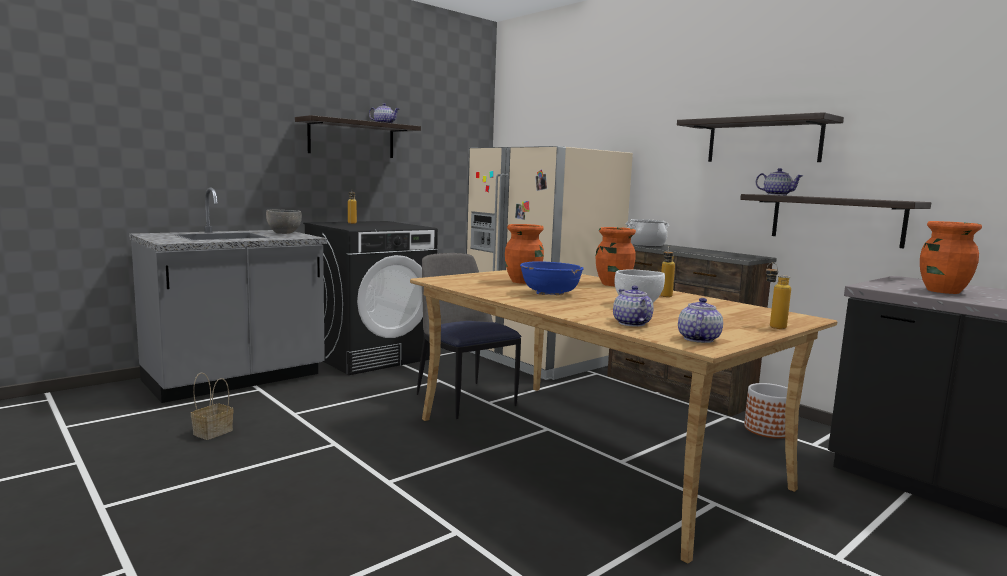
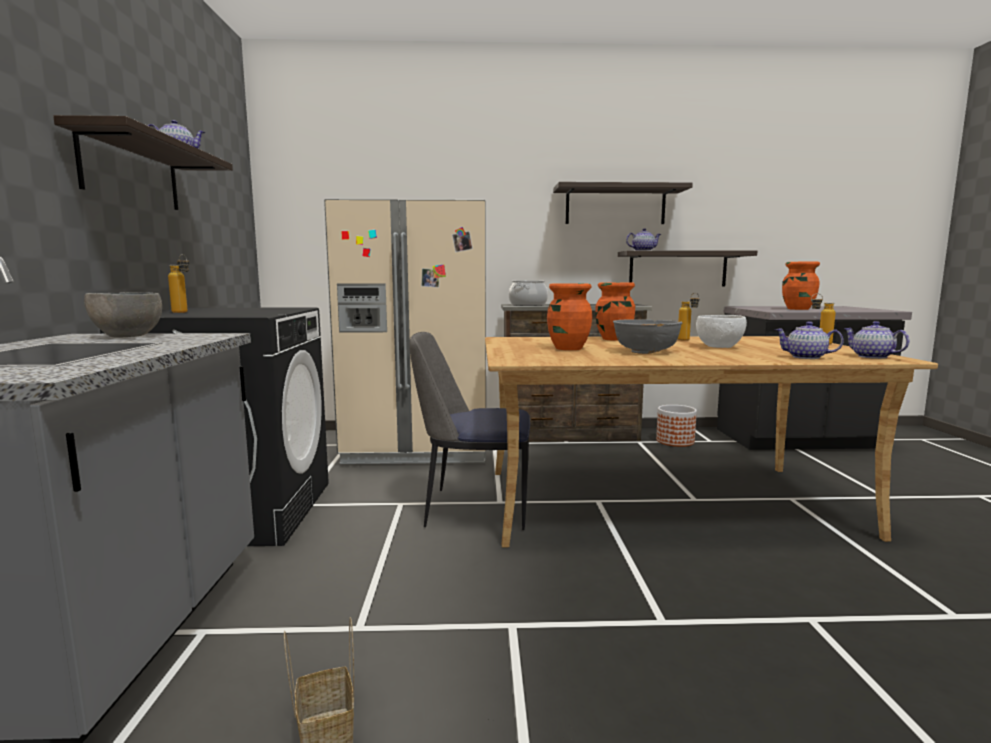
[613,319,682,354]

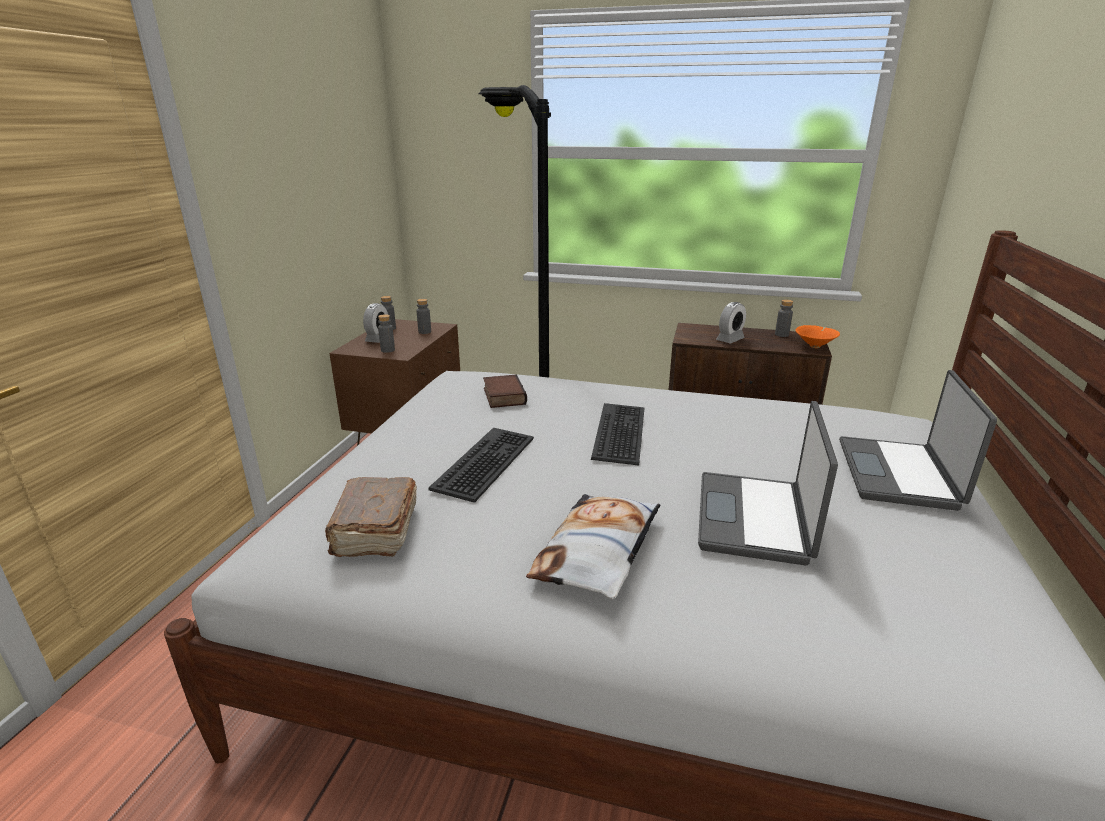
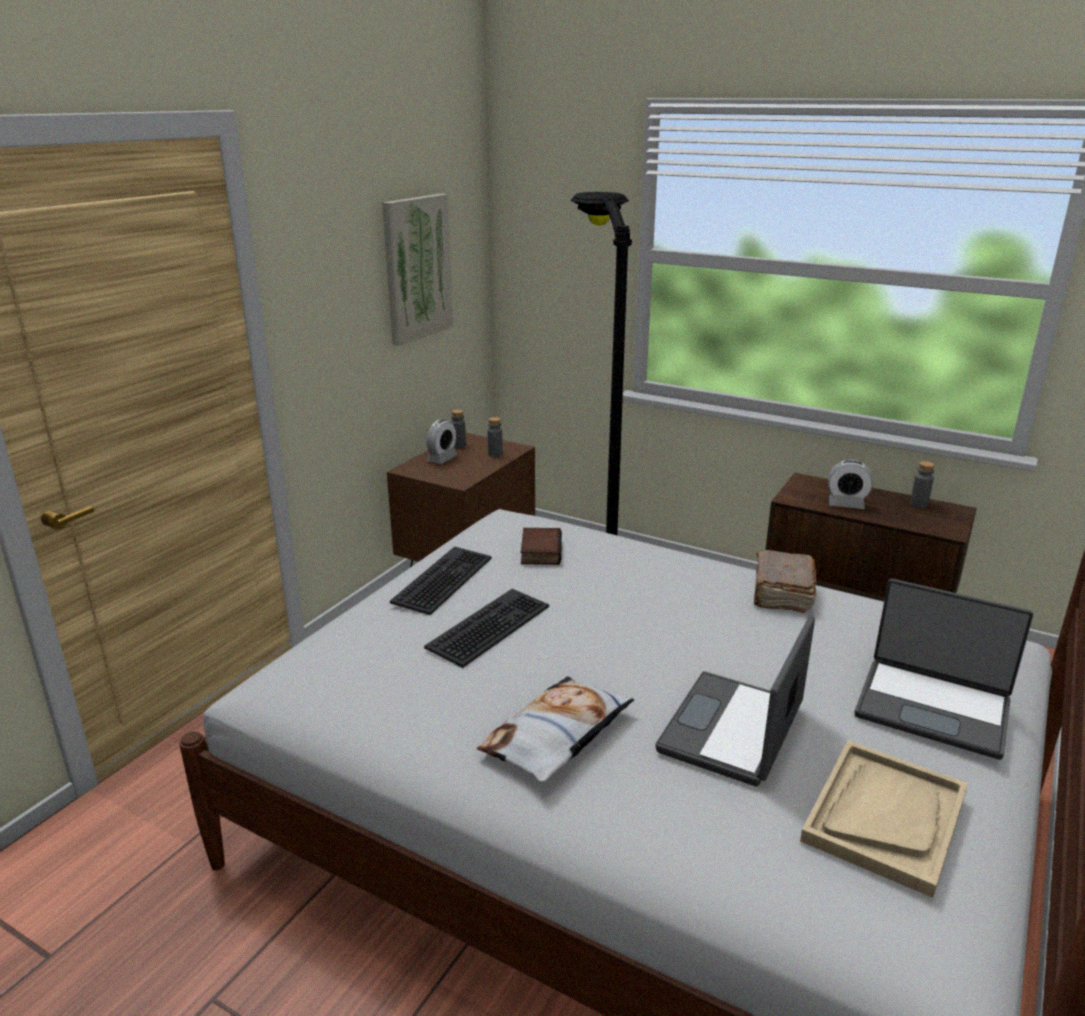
[378,314,395,353] (first image)
[796,325,840,348] (first image)
[382,194,453,346]
[800,740,968,898]
[754,550,817,613]
[390,546,492,615]
[828,460,873,509]
[854,579,1033,760]

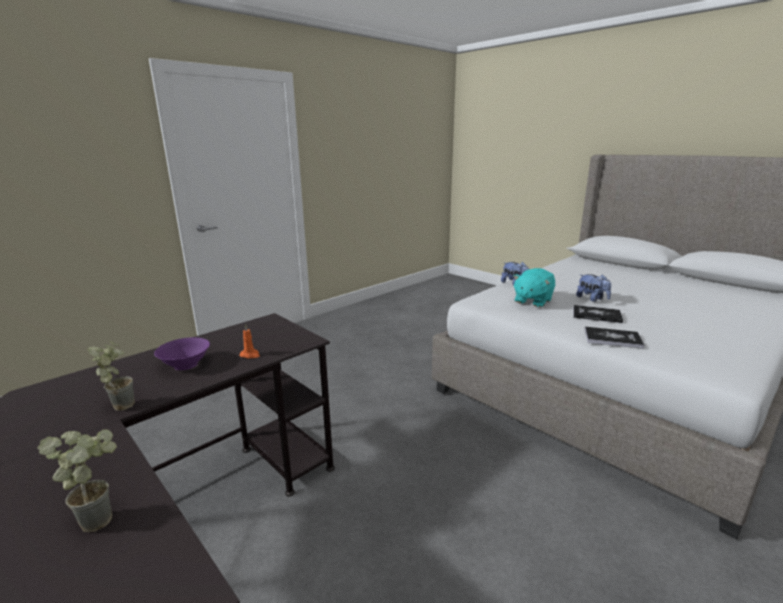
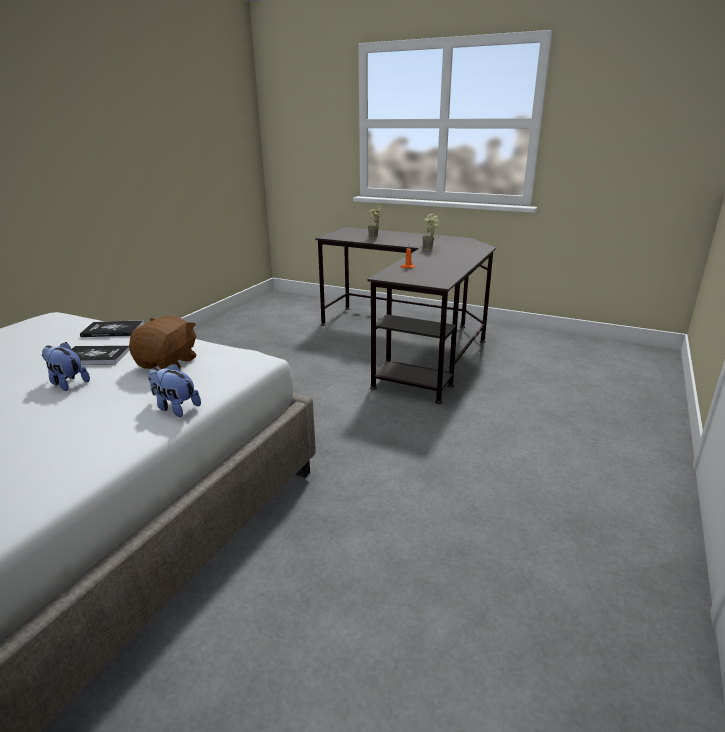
[154,337,210,370] (first image)
[129,316,196,369]

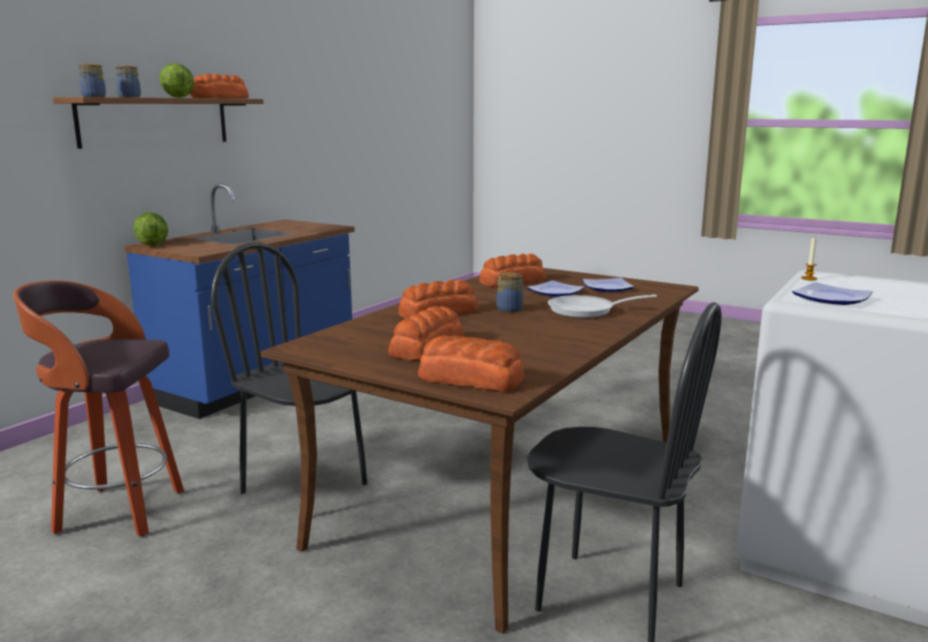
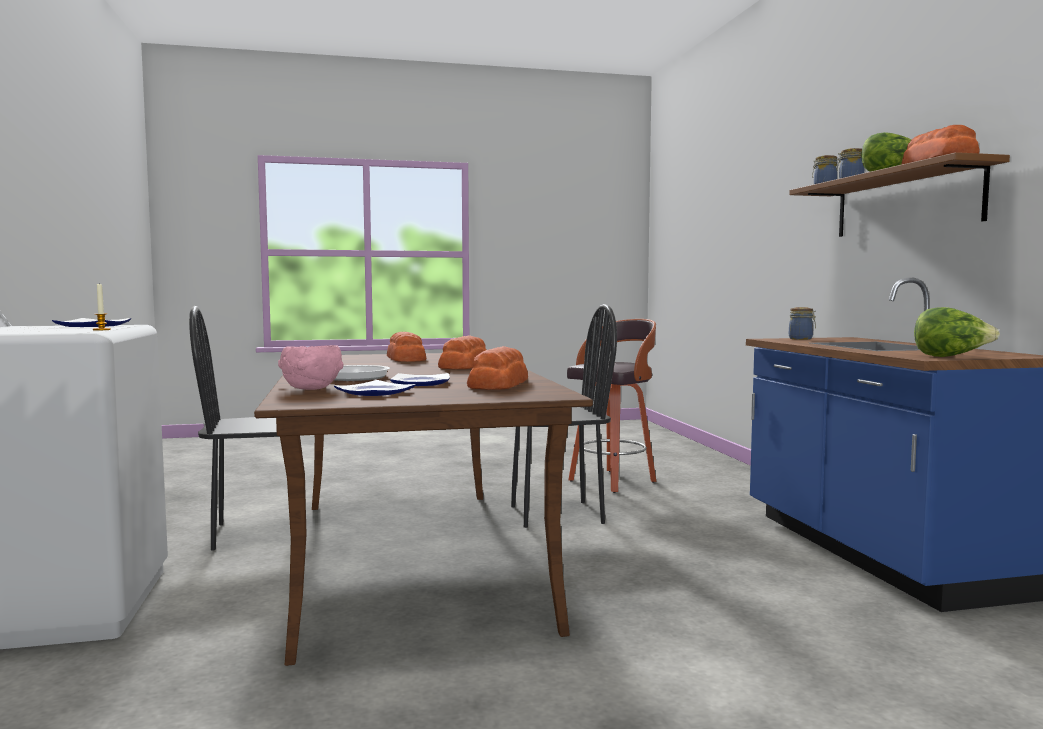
[418,336,524,391] (first image)
[278,345,344,390]
[914,307,1000,357]
[789,307,816,340]

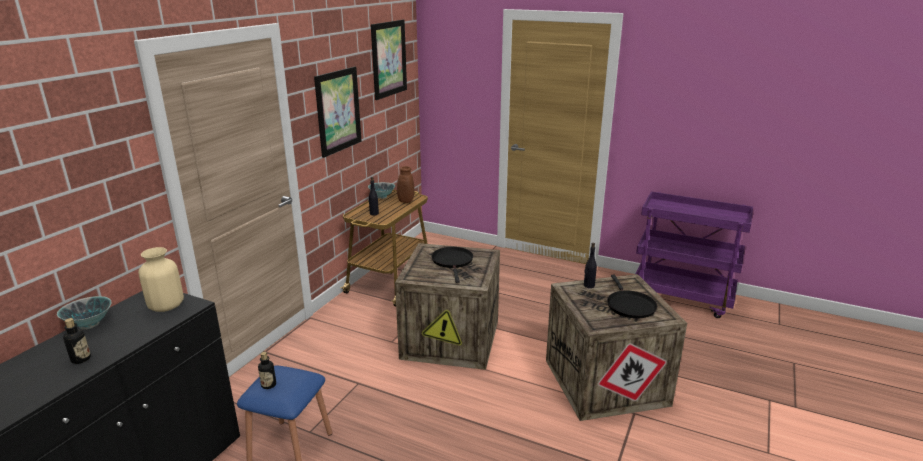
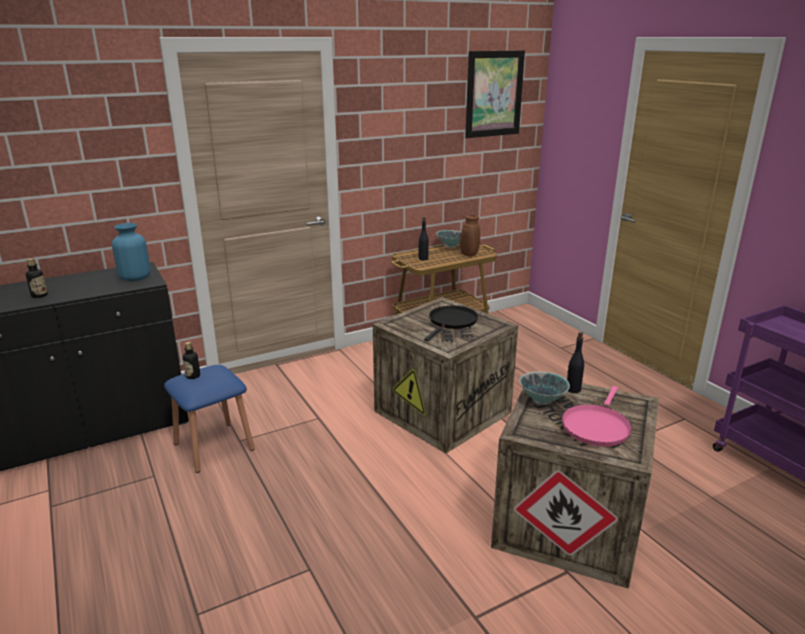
[314,67,361,158] (first image)
[520,371,570,405]
[112,223,151,281]
[562,386,632,446]

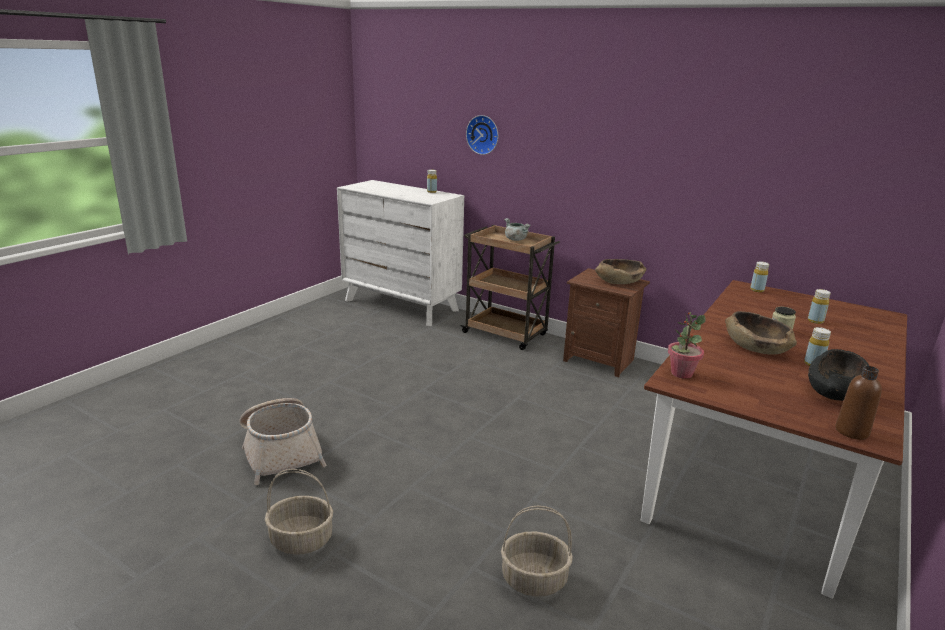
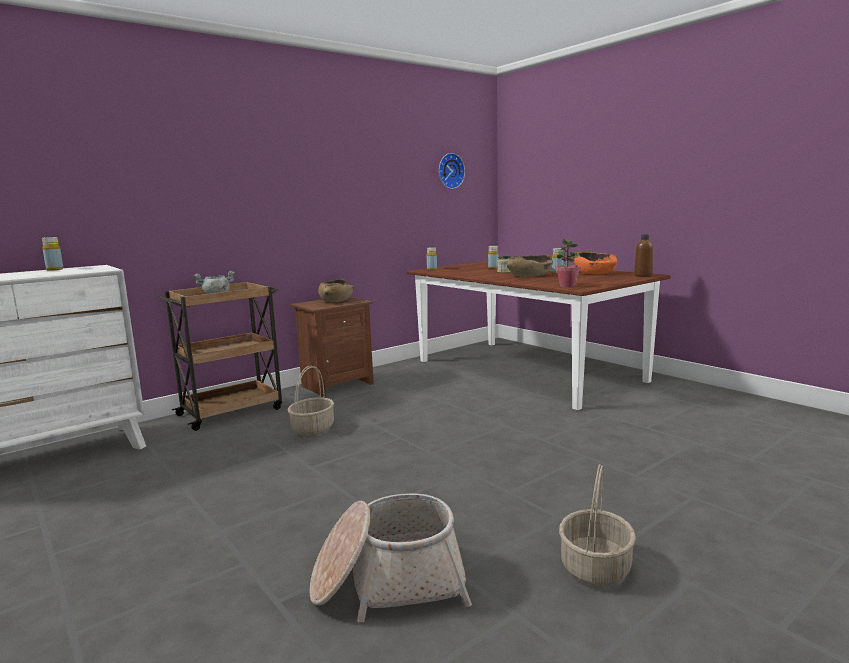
[439,153,465,189]
[288,366,334,436]
[574,252,617,274]

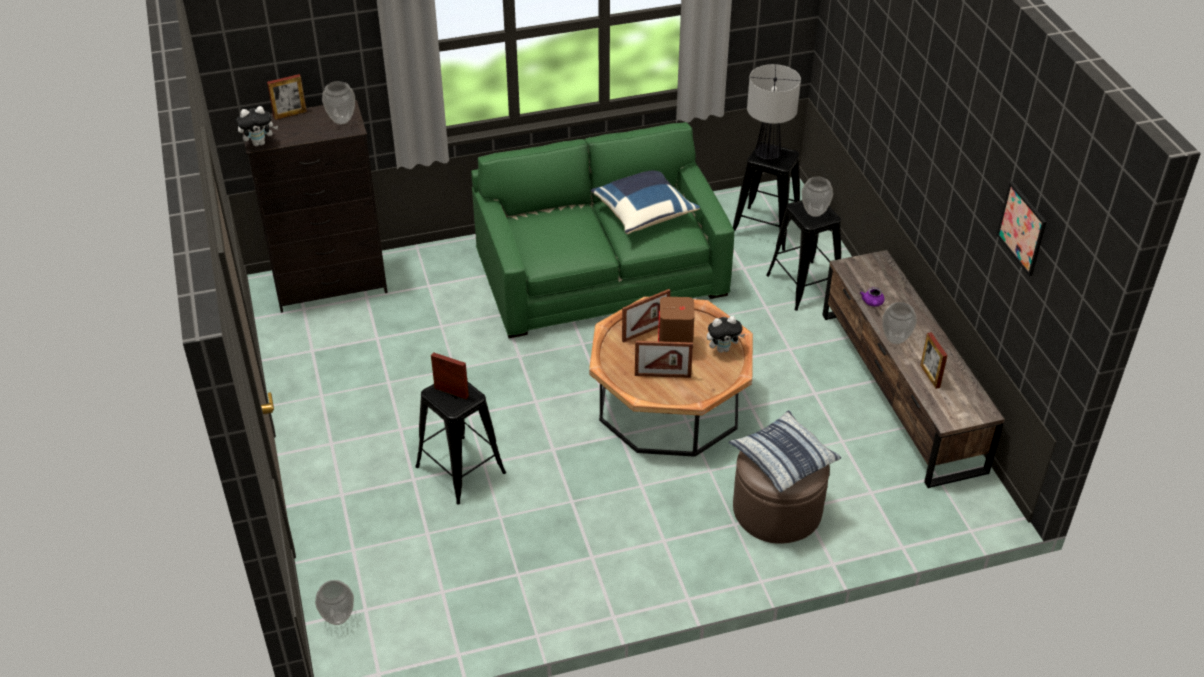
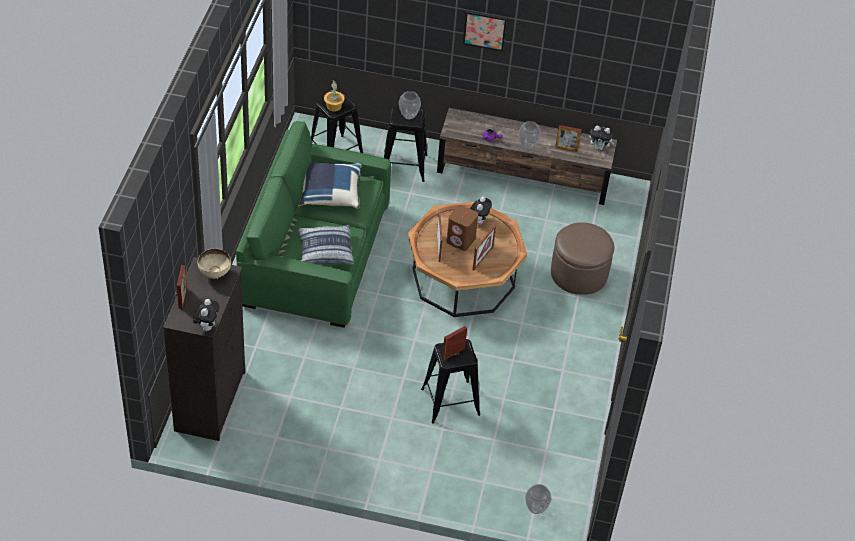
[589,126,615,150]
[297,225,354,264]
[463,11,507,51]
[198,248,231,279]
[324,80,345,112]

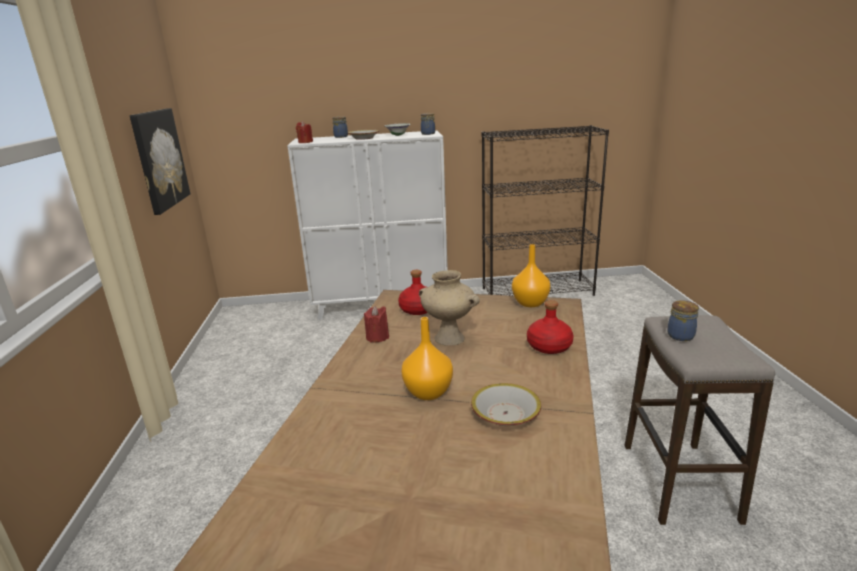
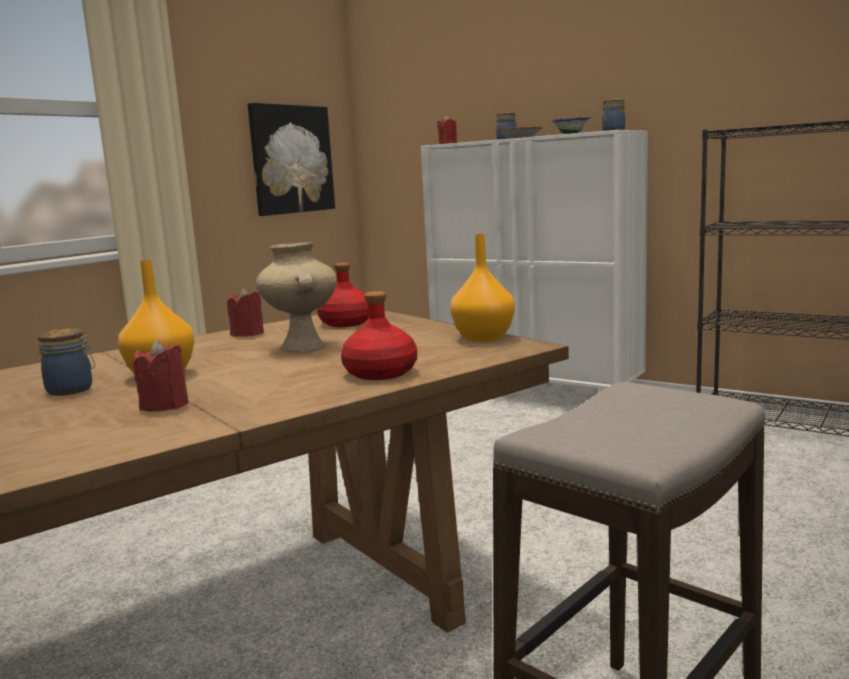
[38,329,95,396]
[133,340,188,412]

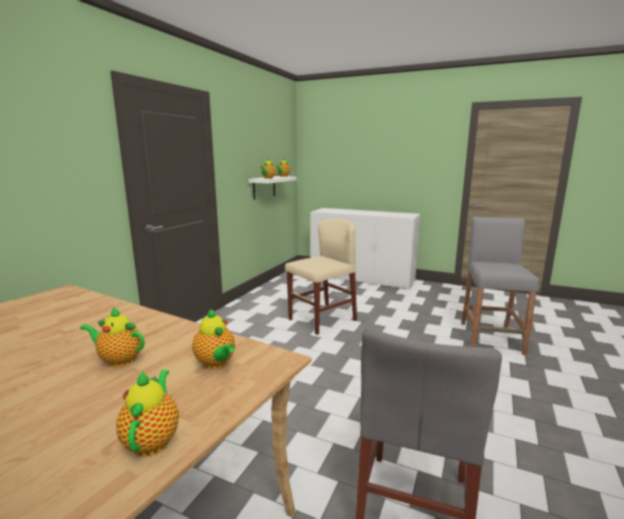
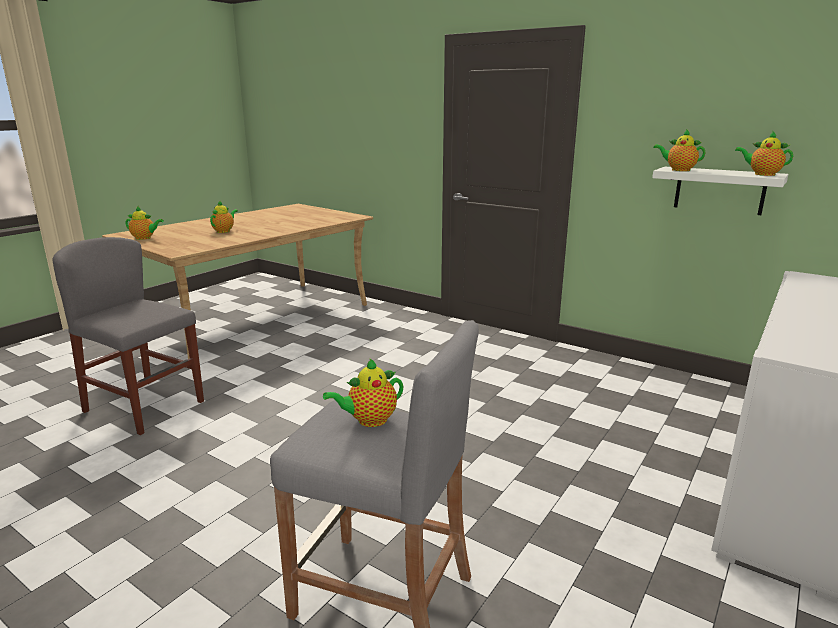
[285,219,357,335] (first image)
[323,358,403,427]

